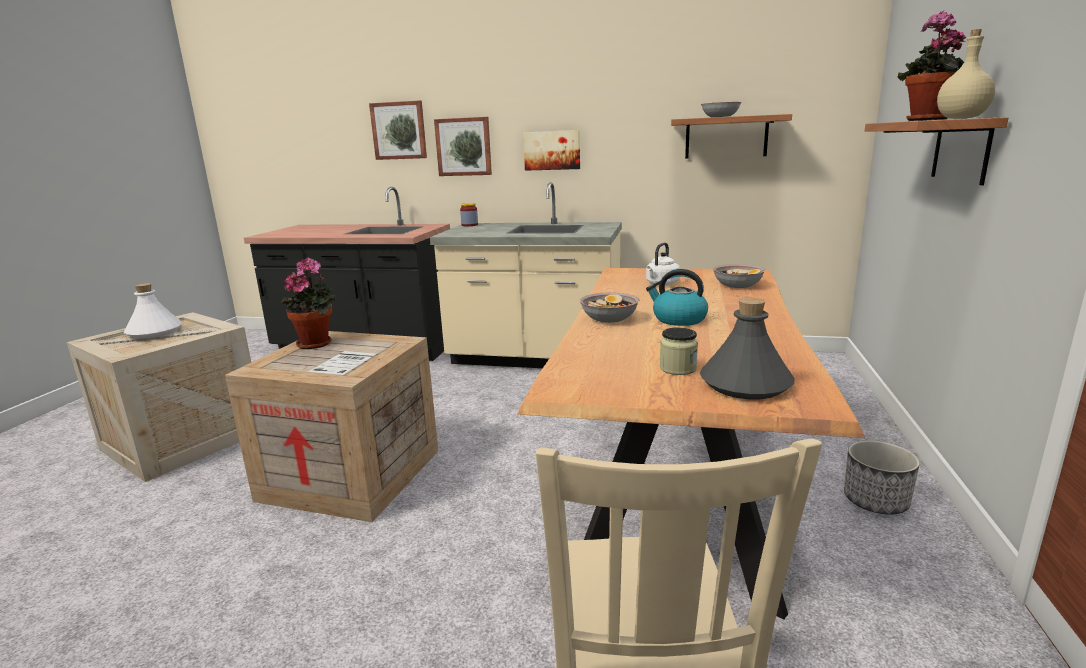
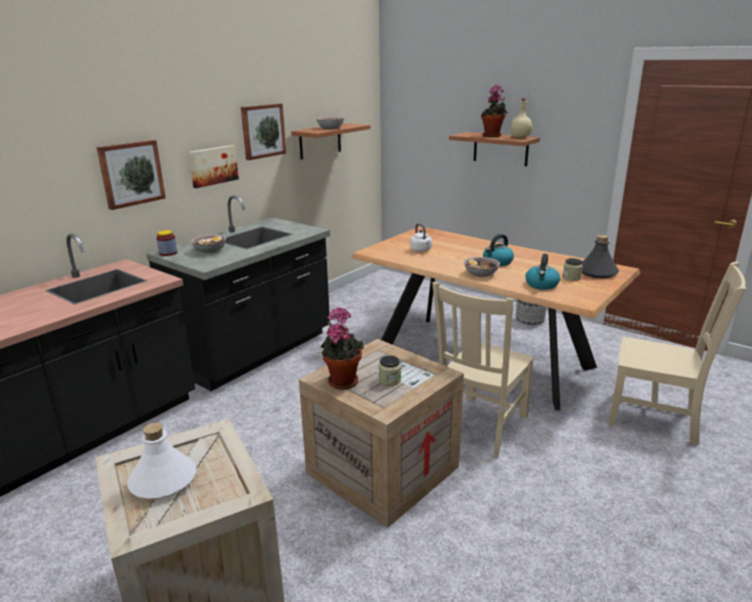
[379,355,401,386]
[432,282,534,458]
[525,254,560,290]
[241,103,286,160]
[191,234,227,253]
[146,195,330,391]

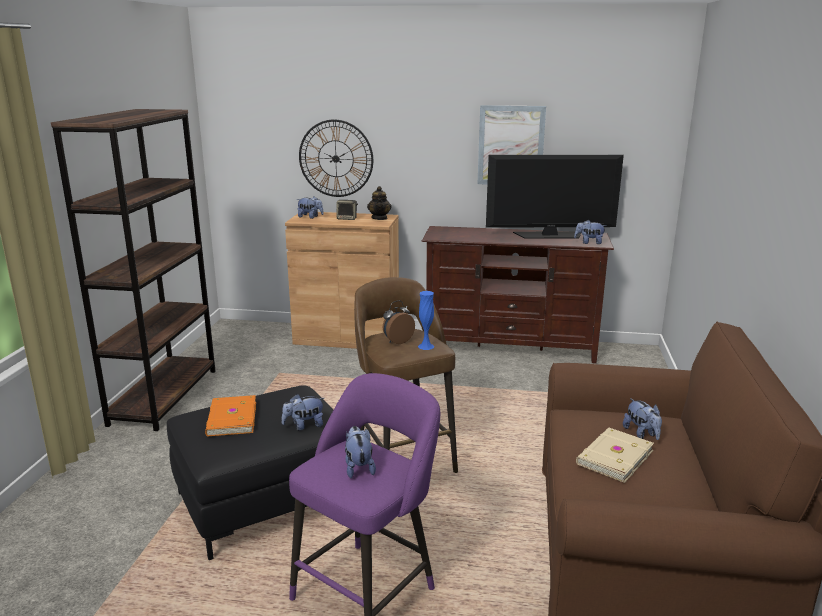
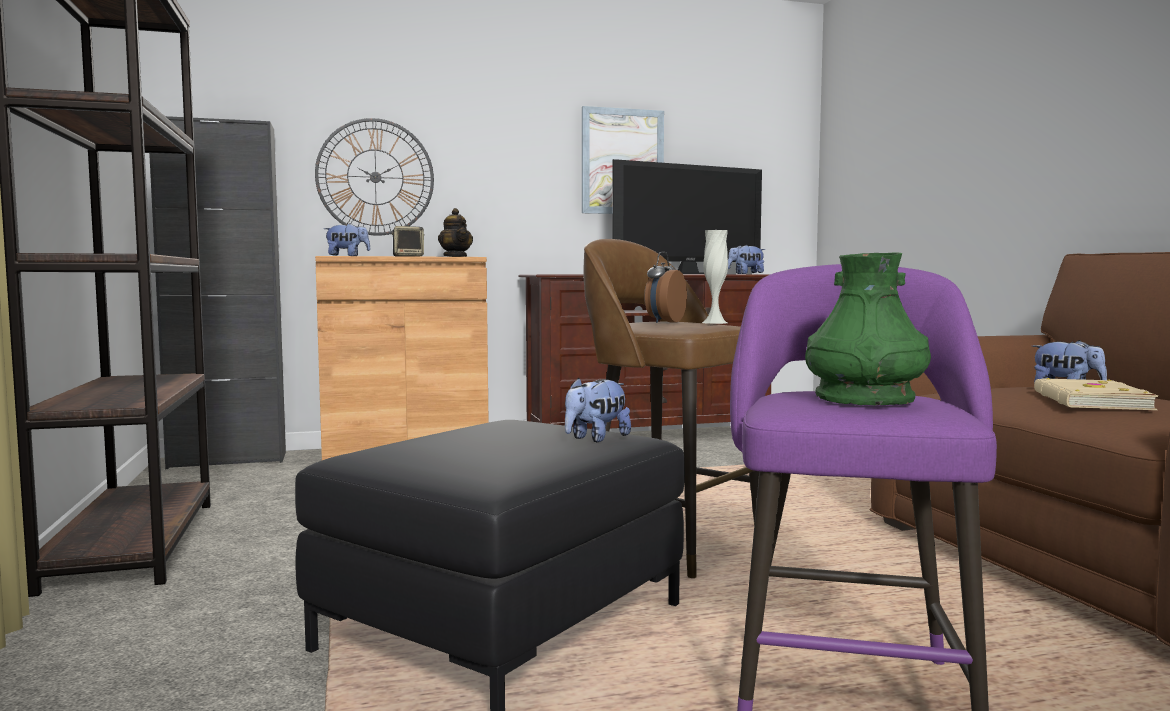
[205,395,256,436] (first image)
[149,116,286,469]
[805,252,931,406]
[702,230,728,324]

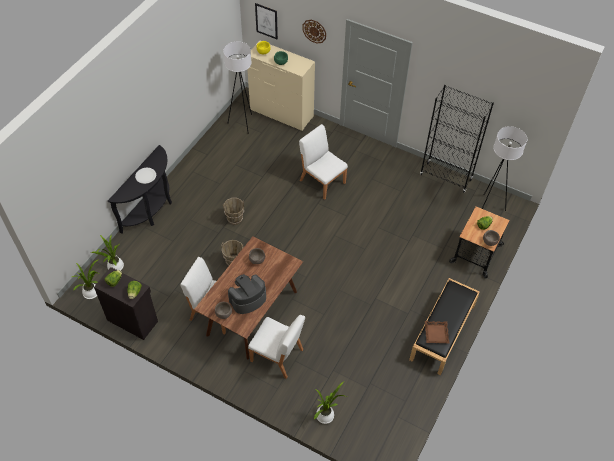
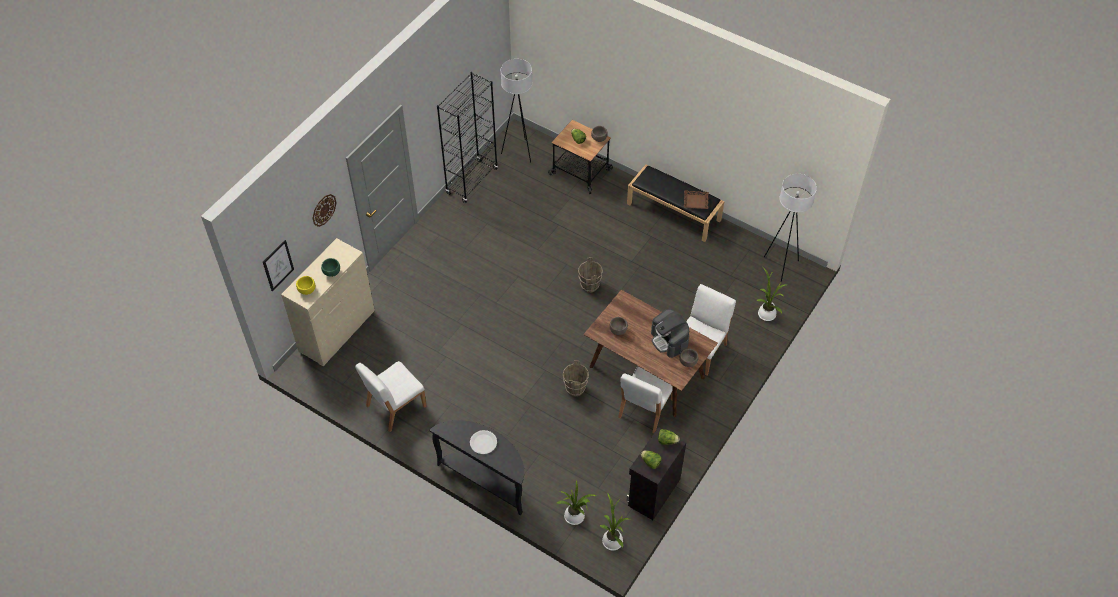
[764,174,817,282]
[578,257,603,293]
[355,361,426,432]

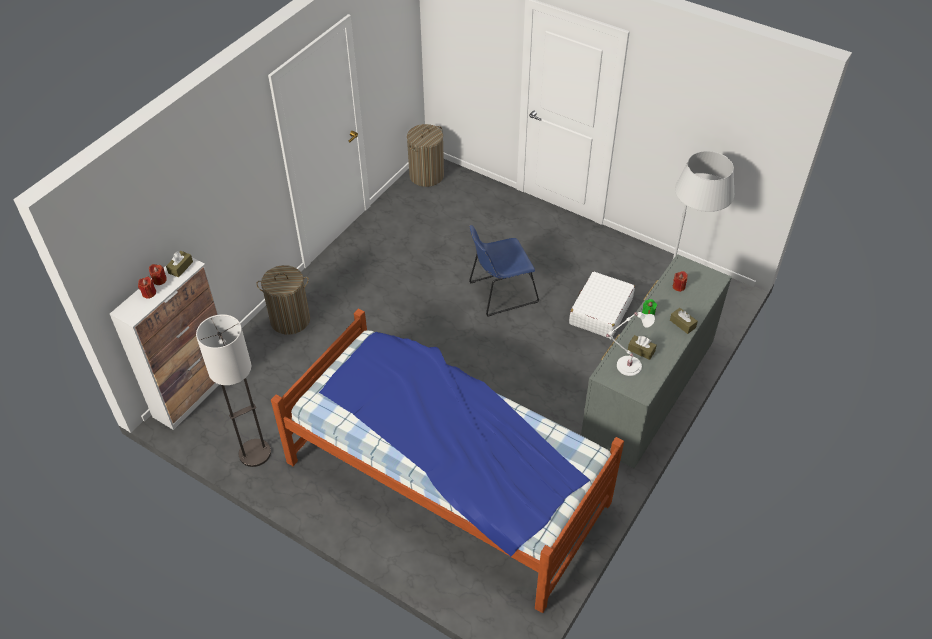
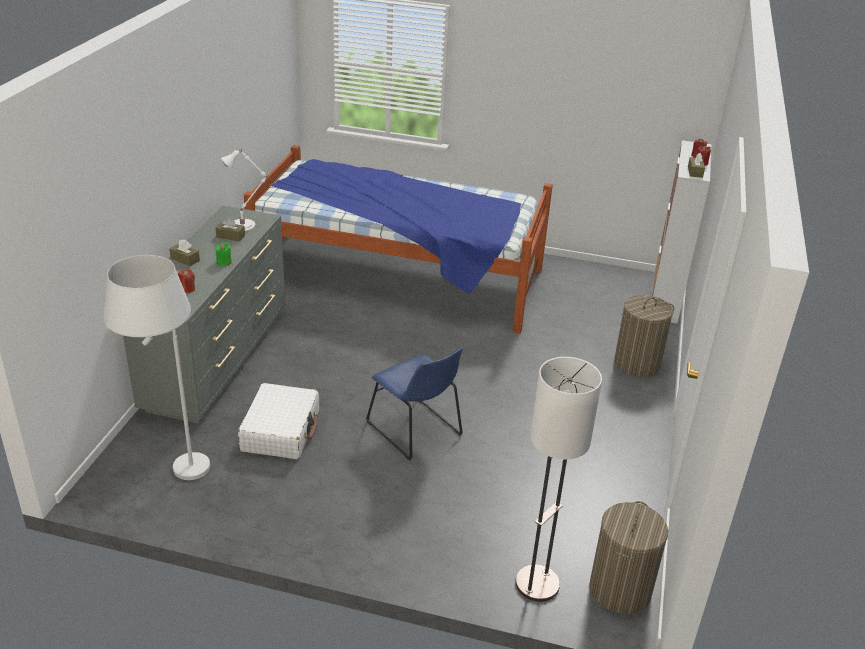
[515,357,602,602]
[366,347,463,461]

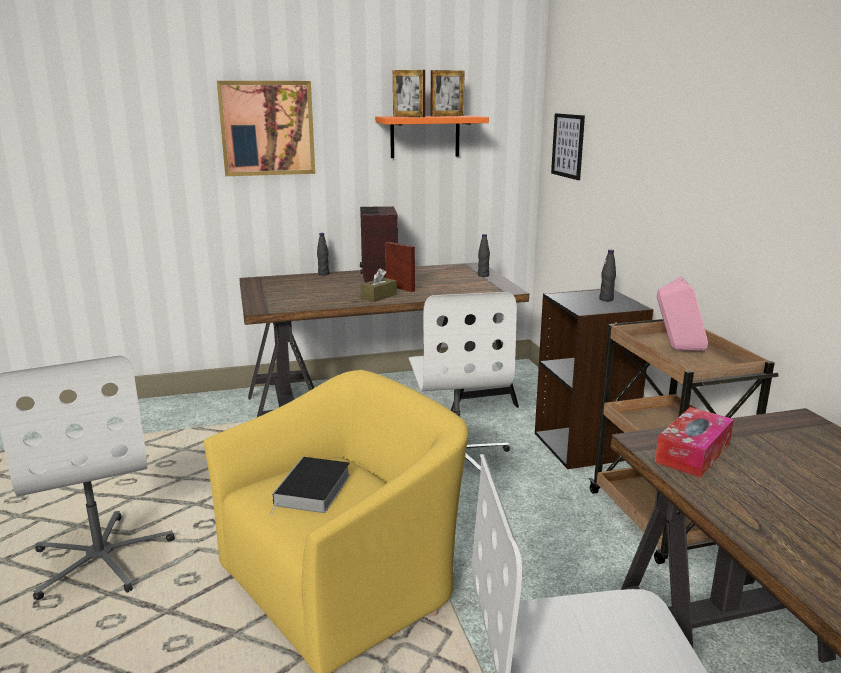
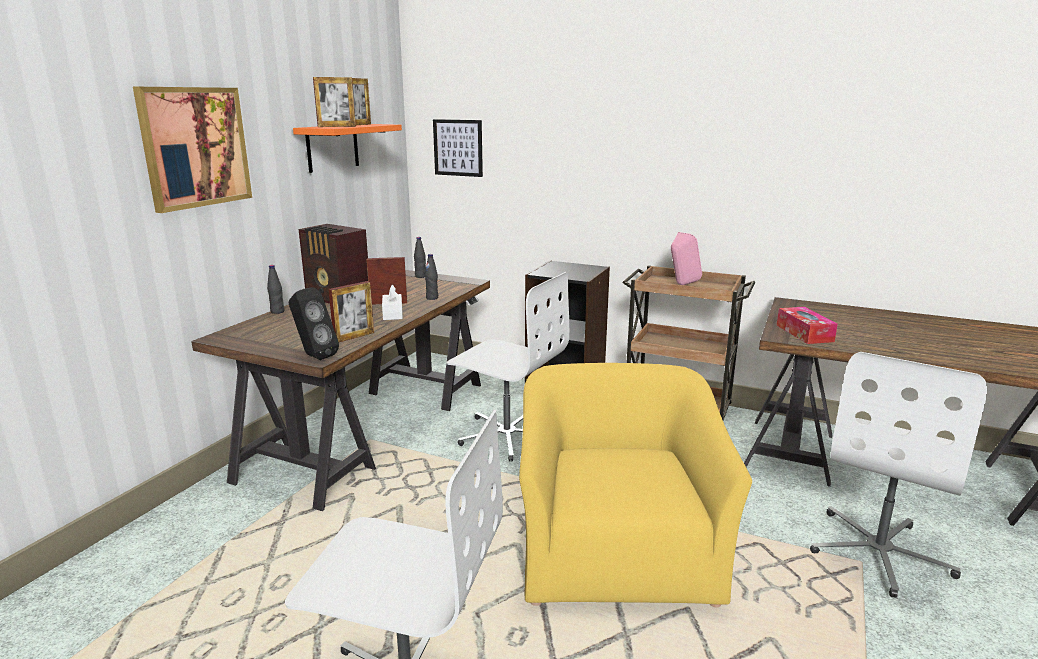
[270,457,350,515] (first image)
[289,287,339,360]
[329,281,374,342]
[425,254,438,300]
[382,285,403,320]

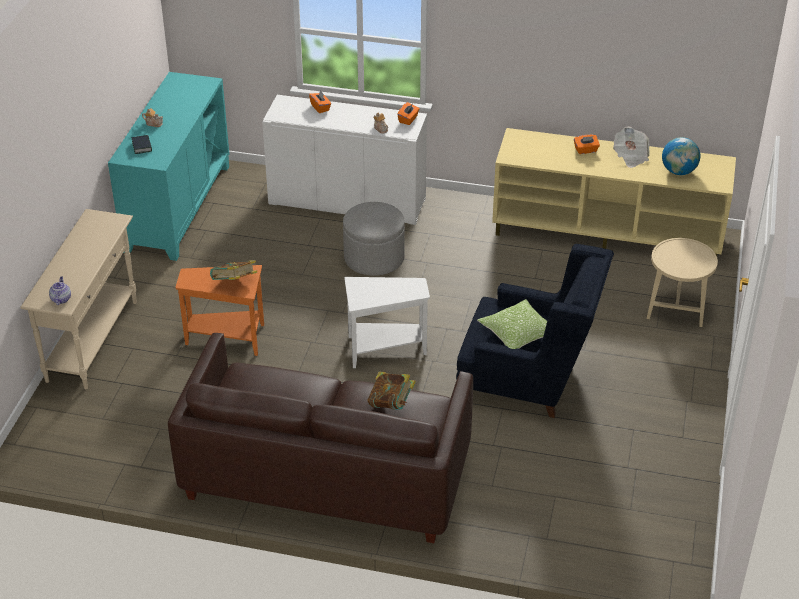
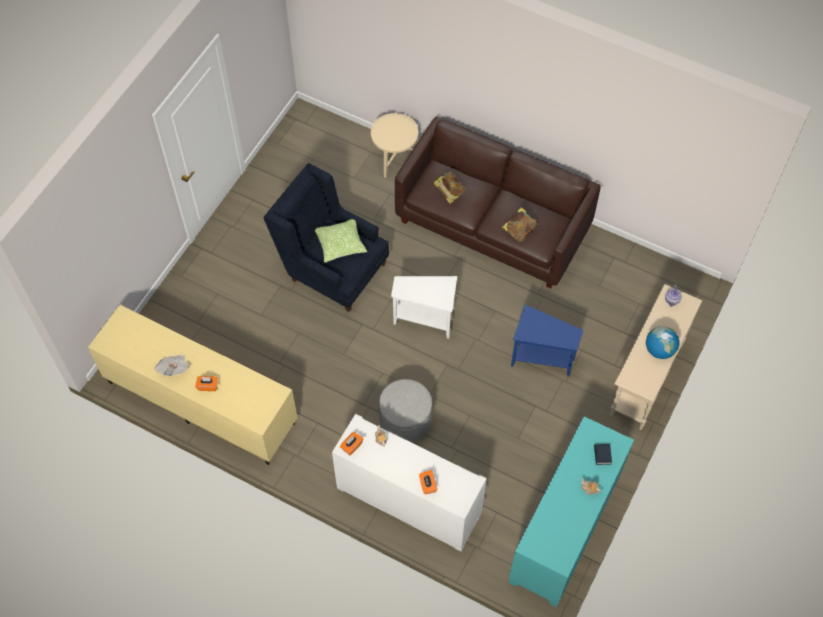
[502,207,538,243]
[371,113,418,178]
[646,326,679,359]
[511,305,583,376]

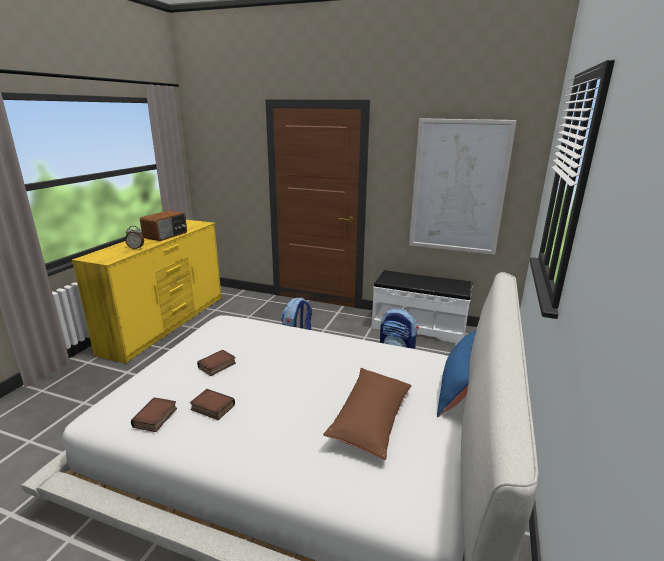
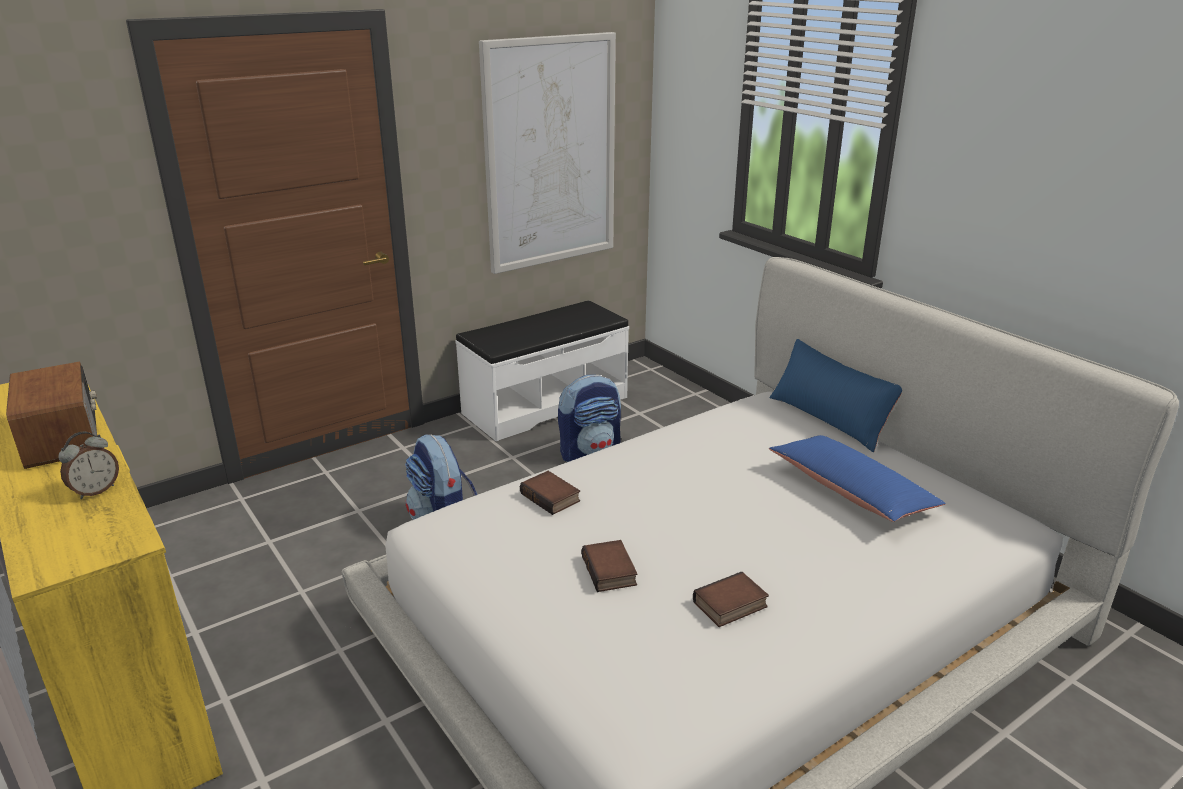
[520,471,580,515]
[769,435,946,522]

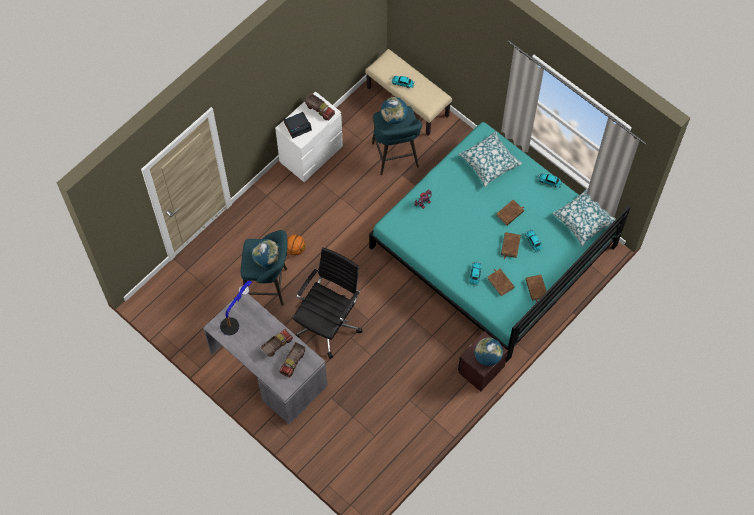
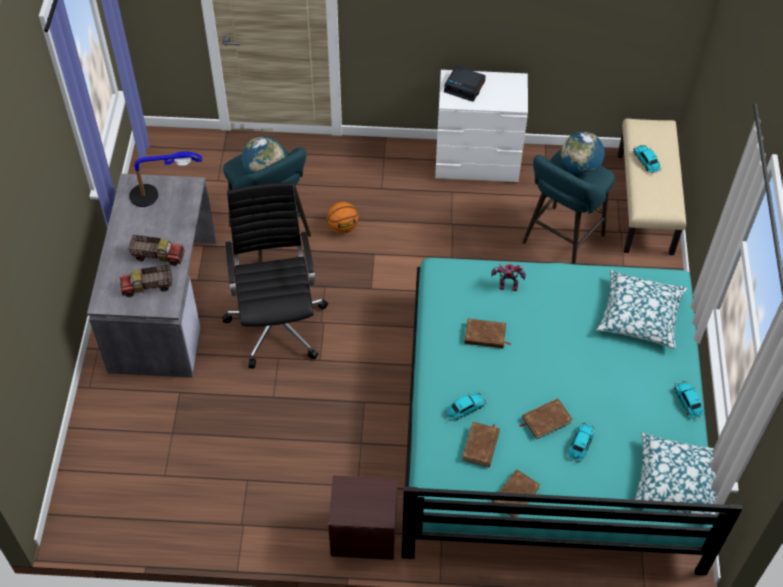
[304,93,335,121] (first image)
[474,338,503,366] (first image)
[464,318,511,348]
[222,182,328,368]

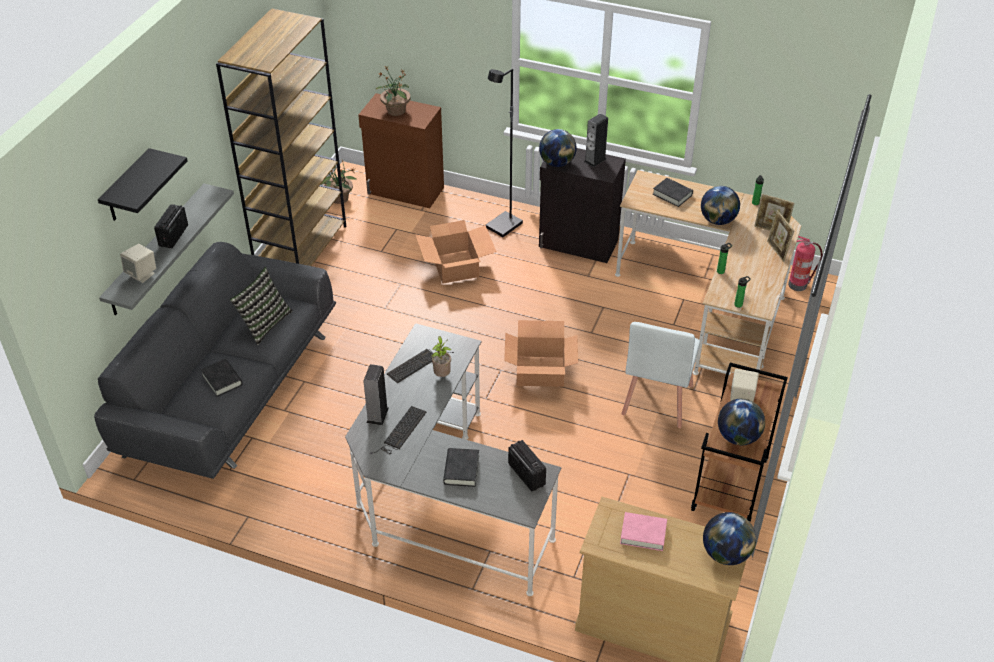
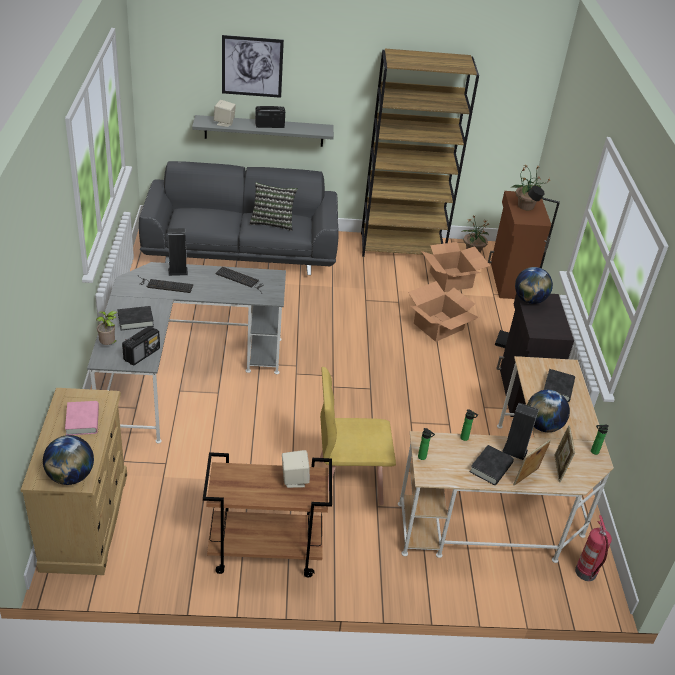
[718,399,765,445] (first image)
[470,445,514,485]
[96,311,118,345]
[421,242,490,292]
[502,403,539,460]
[222,35,284,98]
[320,367,396,505]

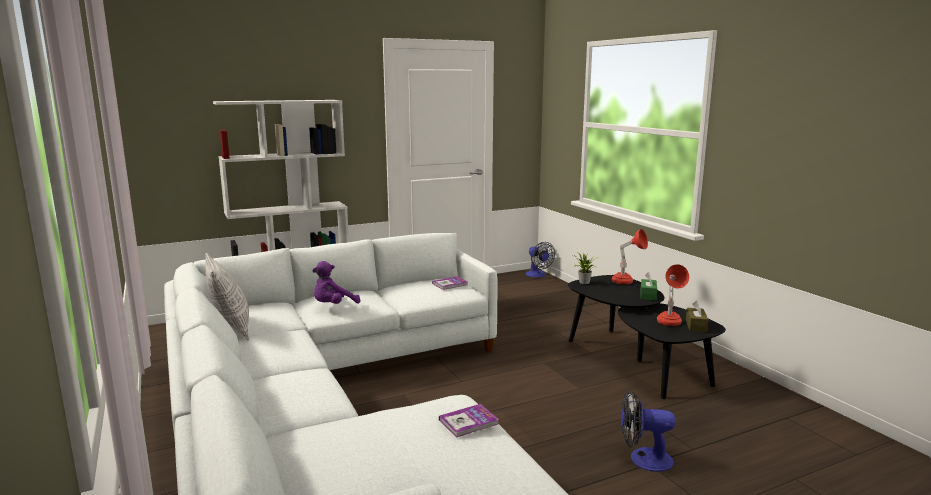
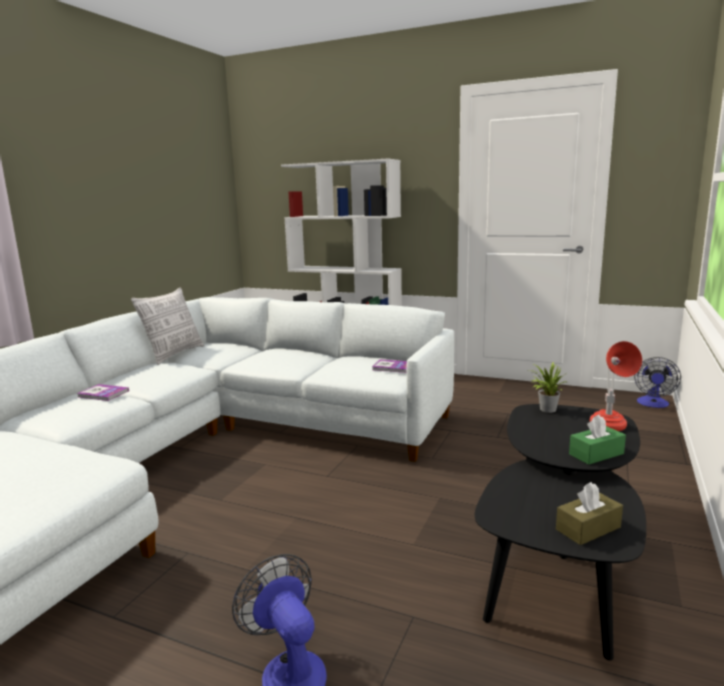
[312,261,360,304] (first image)
[657,264,689,326] (first image)
[76,384,129,401]

